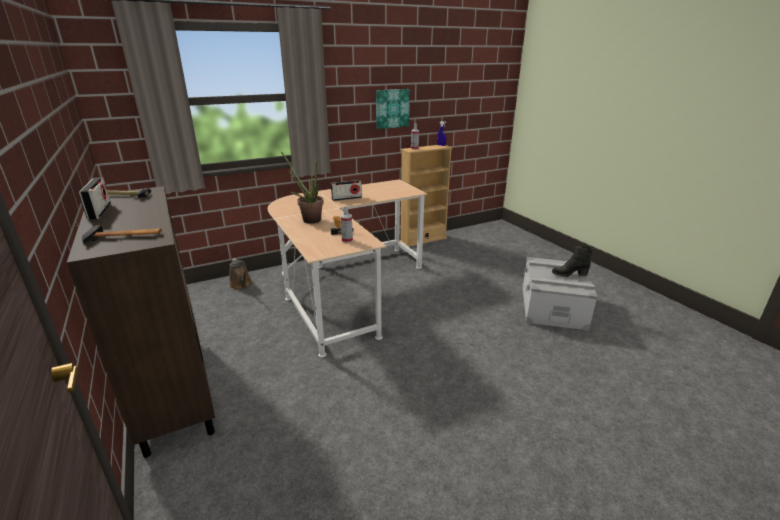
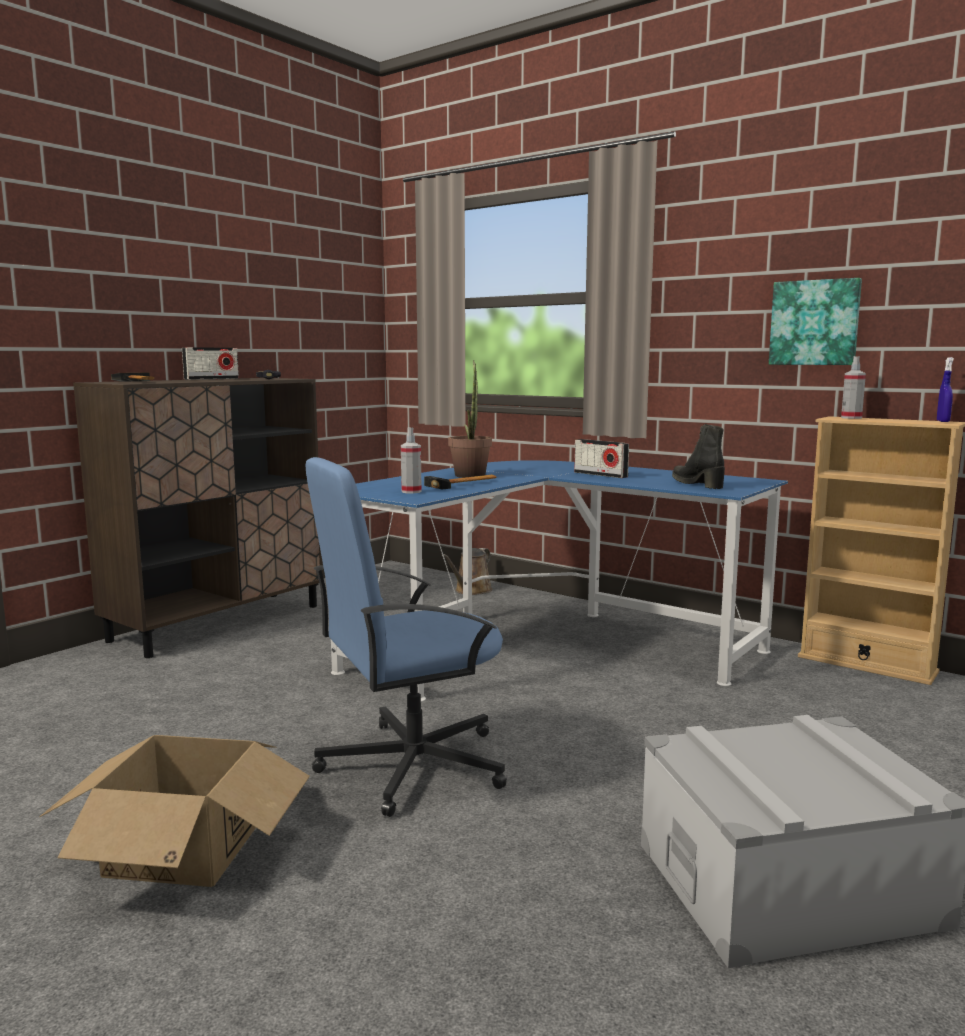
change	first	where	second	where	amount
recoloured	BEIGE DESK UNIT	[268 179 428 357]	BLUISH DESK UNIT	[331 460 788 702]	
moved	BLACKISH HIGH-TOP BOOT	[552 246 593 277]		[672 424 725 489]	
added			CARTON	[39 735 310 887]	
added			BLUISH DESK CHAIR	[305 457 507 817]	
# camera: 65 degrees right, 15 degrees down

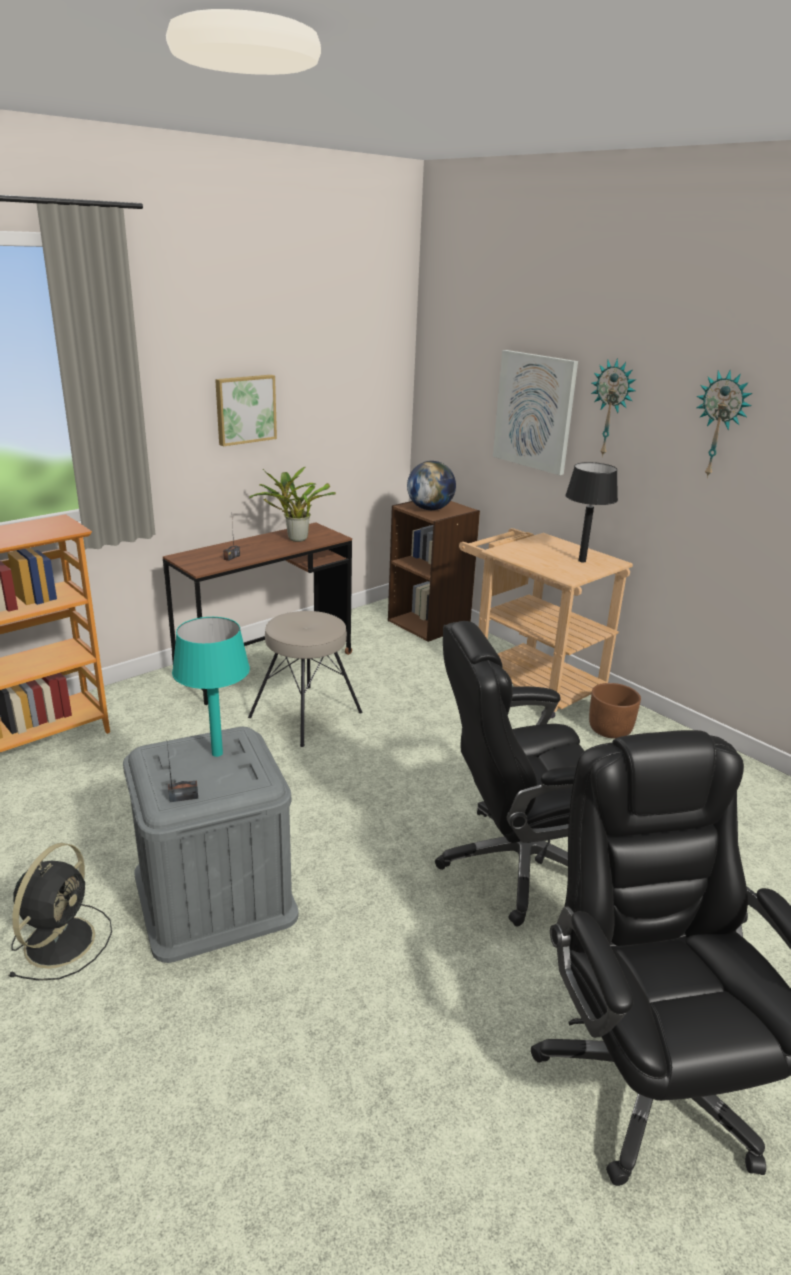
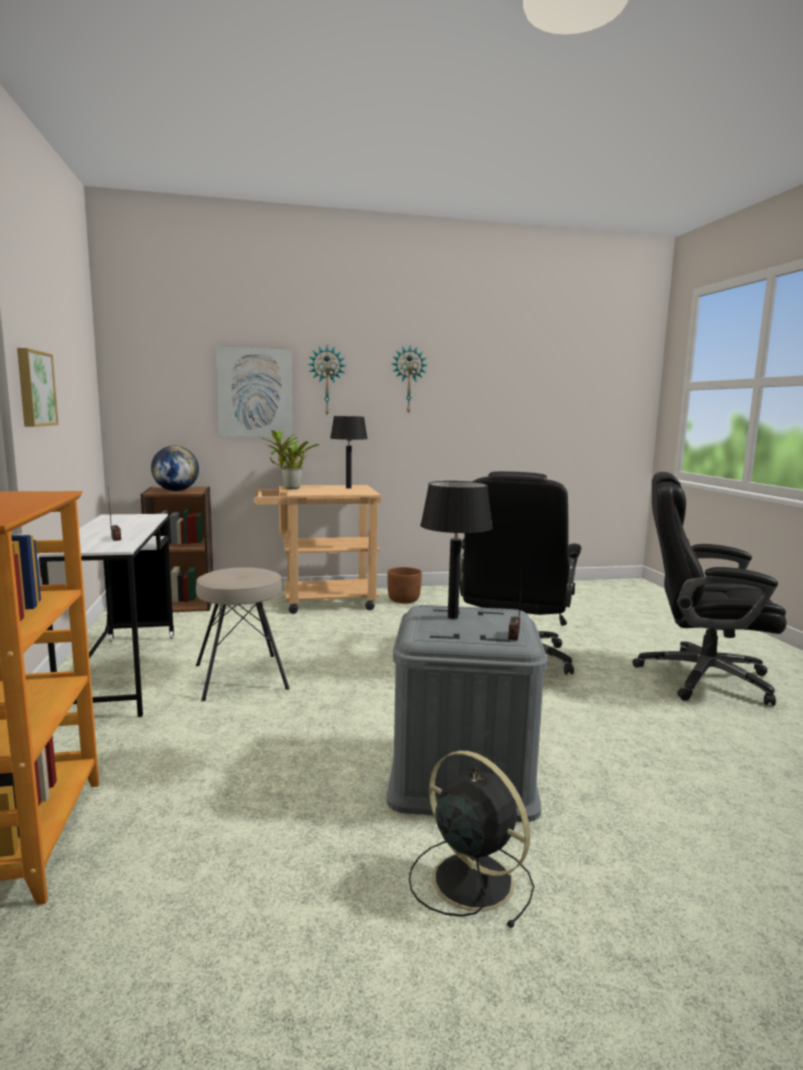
change	first	where	second	where	amount
recoloured	BROWN-COLOURED DESK UNIT	[163 522 352 705]	WHITISH DESK UNIT	[39 514 174 717]	
recoloured	TURQUOISE-COLOURED TABLETOP LAMP	[172 617 250 757]	BLACKISH TABLETOP LAMP	[420 481 493 619]	
moved	POTTED PLANT	[249 467 336 542]		[262 430 319 489]	
# camera: 60 degrees left, 15 degrees down

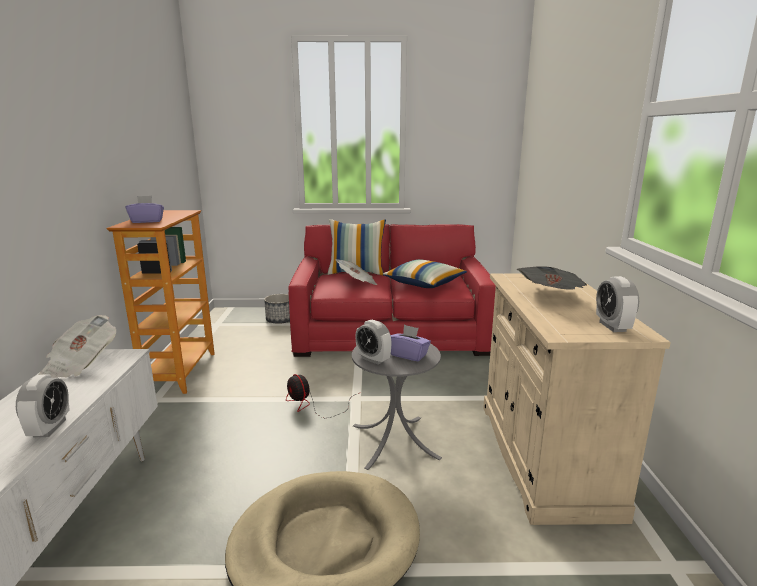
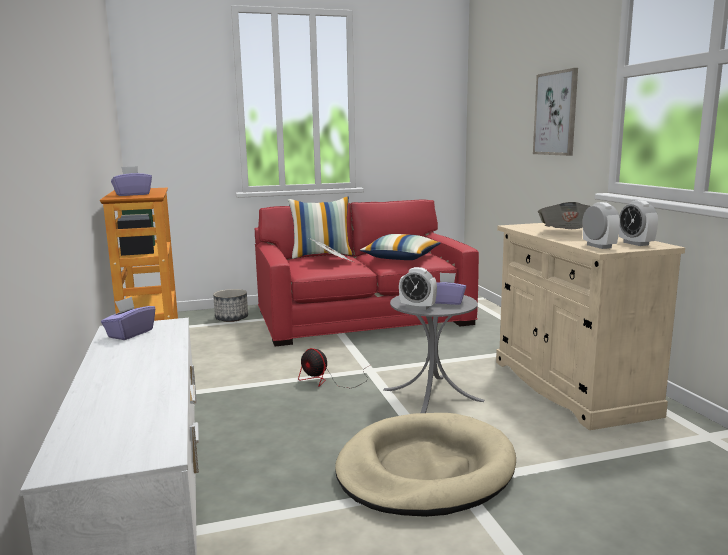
change	first	where	second	where	amount
moved	ALARM CLOCK	[16 374 70 437]		[582 202 620 249]	
replaced	DAILY PAPER	[39 315 116 378]	PURPLE TISSUE HOLDER	[101 297 155 340]	
added			PICTURE	[533 68 578 156]	
# camera: 15 degrees left, 5 degrees down

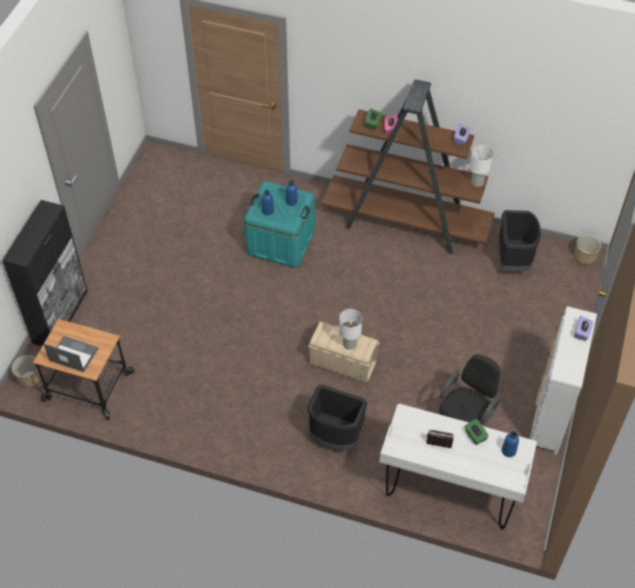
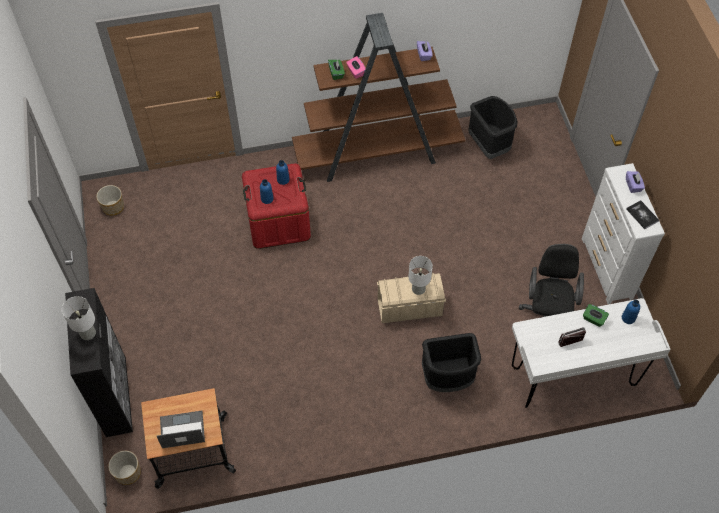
change	first	where	second	where	amount
recoloured	TURQUOISE-COLOURED STORAGE BIN	[244 181 315 268]	REDDISH STORAGE BIN	[242 163 311 249]	
moved	WHITISH TABLETOP LAMP	[469 145 493 187]		[62 296 96 340]	
moved	FLOWER POT	[574 235 601 265]		[96 185 124 216]	
added			BOUND BOOK	[626 200 659 229]	
# camera: 30 degrees left, 5 degrees up

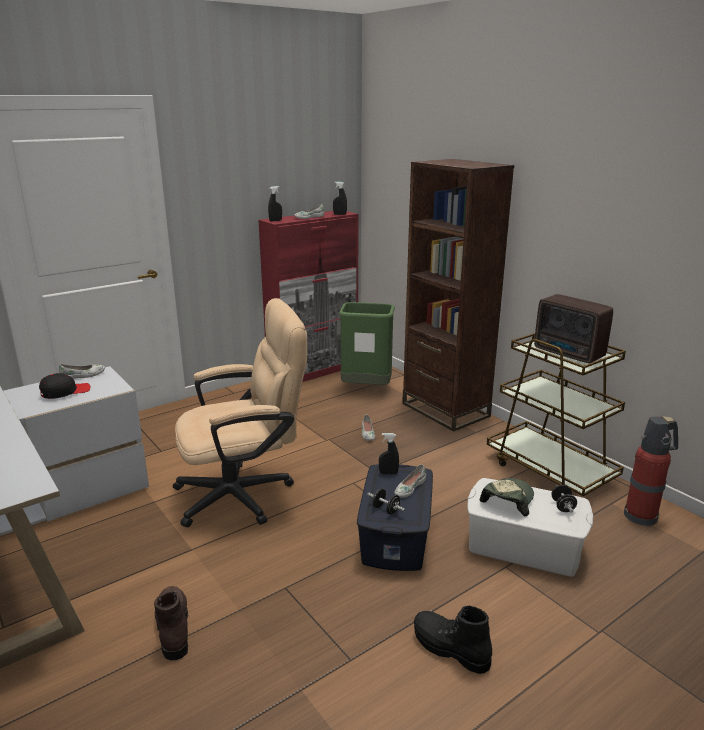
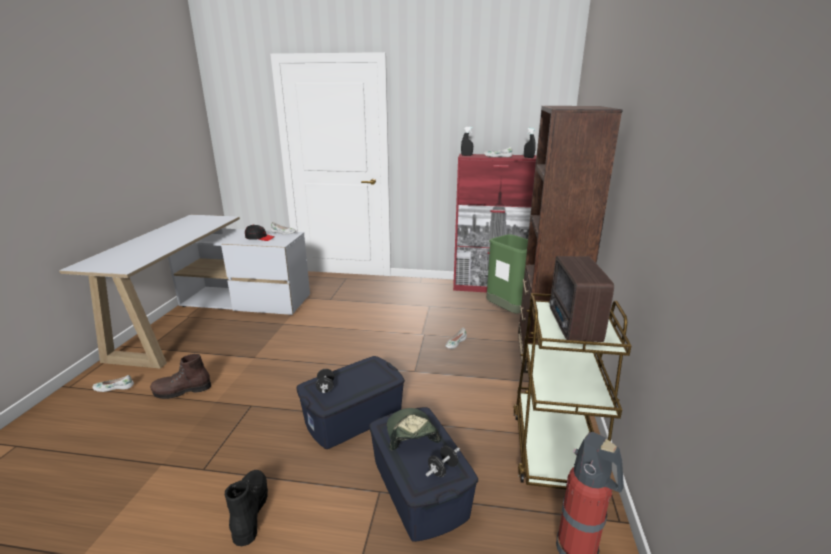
change	first	where	second	where	amount
turned	BROWN-COLOURED HIGH-TOP BOOT	[154 586 189 660]		[150 354 211 399]	135 degrees counterclockwise
removed	BEIGE DESK CHAIR	[173 298 307 527]			
removed	BLACKISH HAND SPRAYER	[379 433 399 474]			
moved	WHITISH SHOE	[395 464 426 498]		[92 375 134 392]	
recoloured	WHITISH STORAGE BIN	[467 478 593 577]	BLUISH STORAGE BIN	[369 407 478 542]	
turned	CAP	[480 478 534 516]		[387 408 441 450]	90 degrees counterclockwise
# camera: 45 degrees right, 0 degrees up

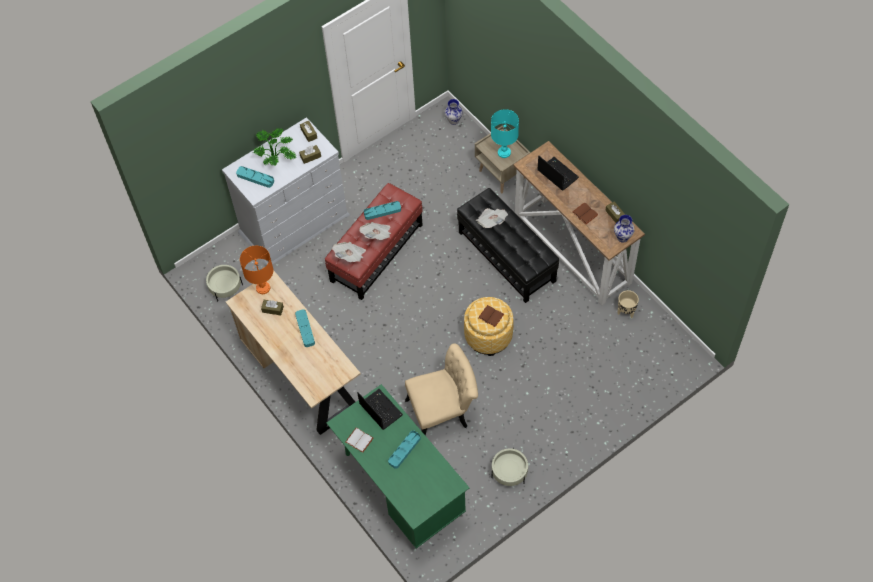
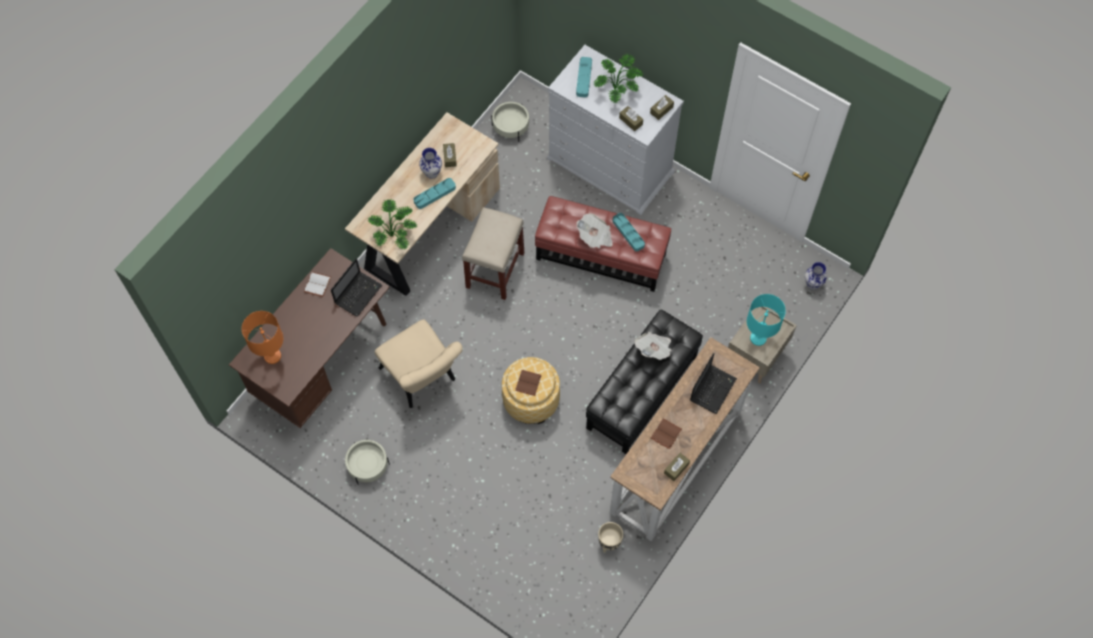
change	first	where	second	where	amount
moved	ORANGE TABLETOP LAMP	[240 246 273 294]		[242 311 283 364]	
recoloured	GREEN-COLOURED DESK UNIT	[326 384 469 549]	BROWN-COLOURED DESK UNIT	[229 248 390 428]	
removed	DAILY PAPER	[332 242 366 262]			
removed	TURQUOISE-COLOURED TRAY	[388 431 421 469]			
moved	FLOWER VASE	[614 215 635 243]		[419 148 442 179]	
added			POTTED PLANT	[368 199 418 250]	
added			BEIGE STOOL	[462 207 524 300]	
# camera: 70 degrees right, 5 degrees up

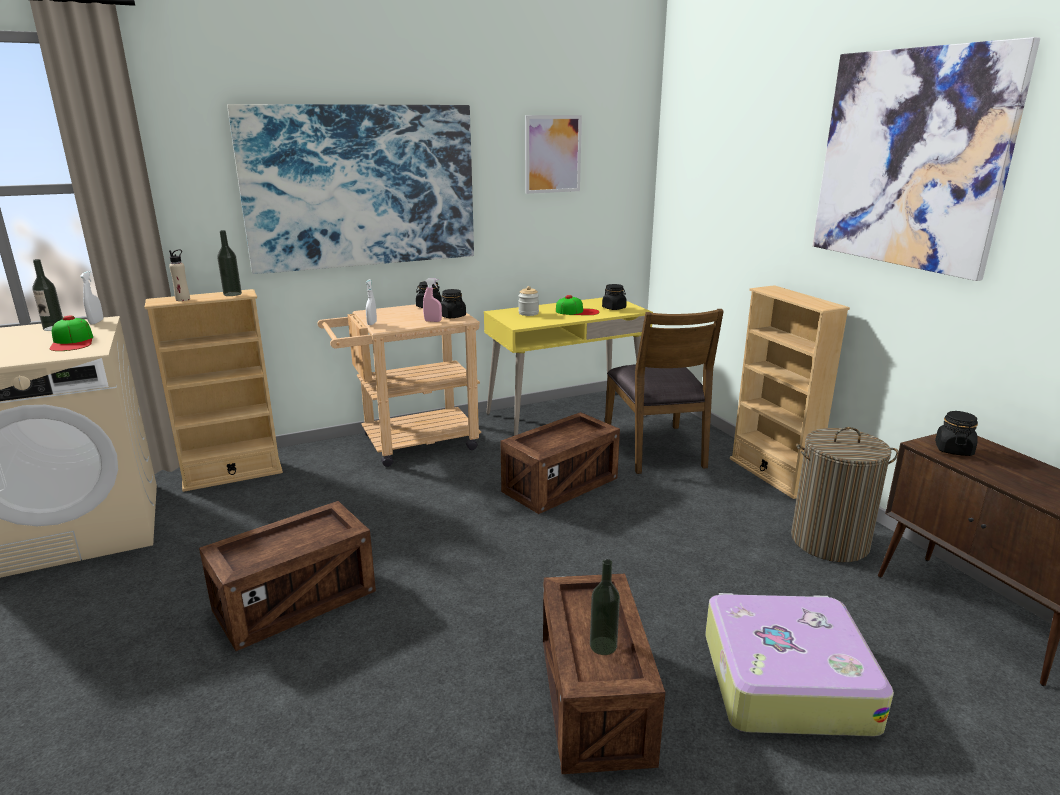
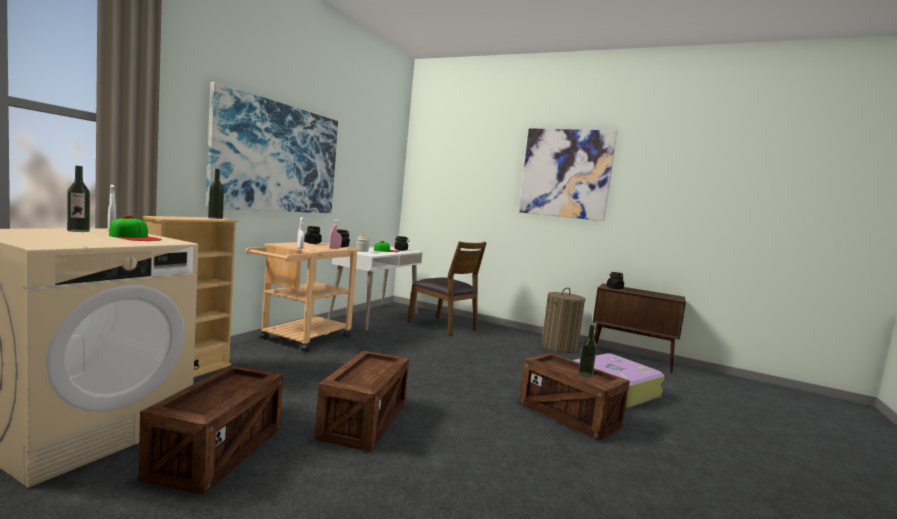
change	first	where	second	where	amount
removed	BEIGE BEVERAGE BOTTLE	[169 249 190 301]			
recoloured	YELLOW-COLOURED DESK UNIT	[484 298 653 436]	WHITISH DESK UNIT	[328 247 423 331]	
moved	SHIPPING CRATE	[501 412 620 514]		[139 365 284 495]	
removed	PICTURE	[525 115 582 194]			
removed	BEIGE BOOKSHELF	[730 285 850 499]			
# camera: 40 degrees left, 15 degrees down

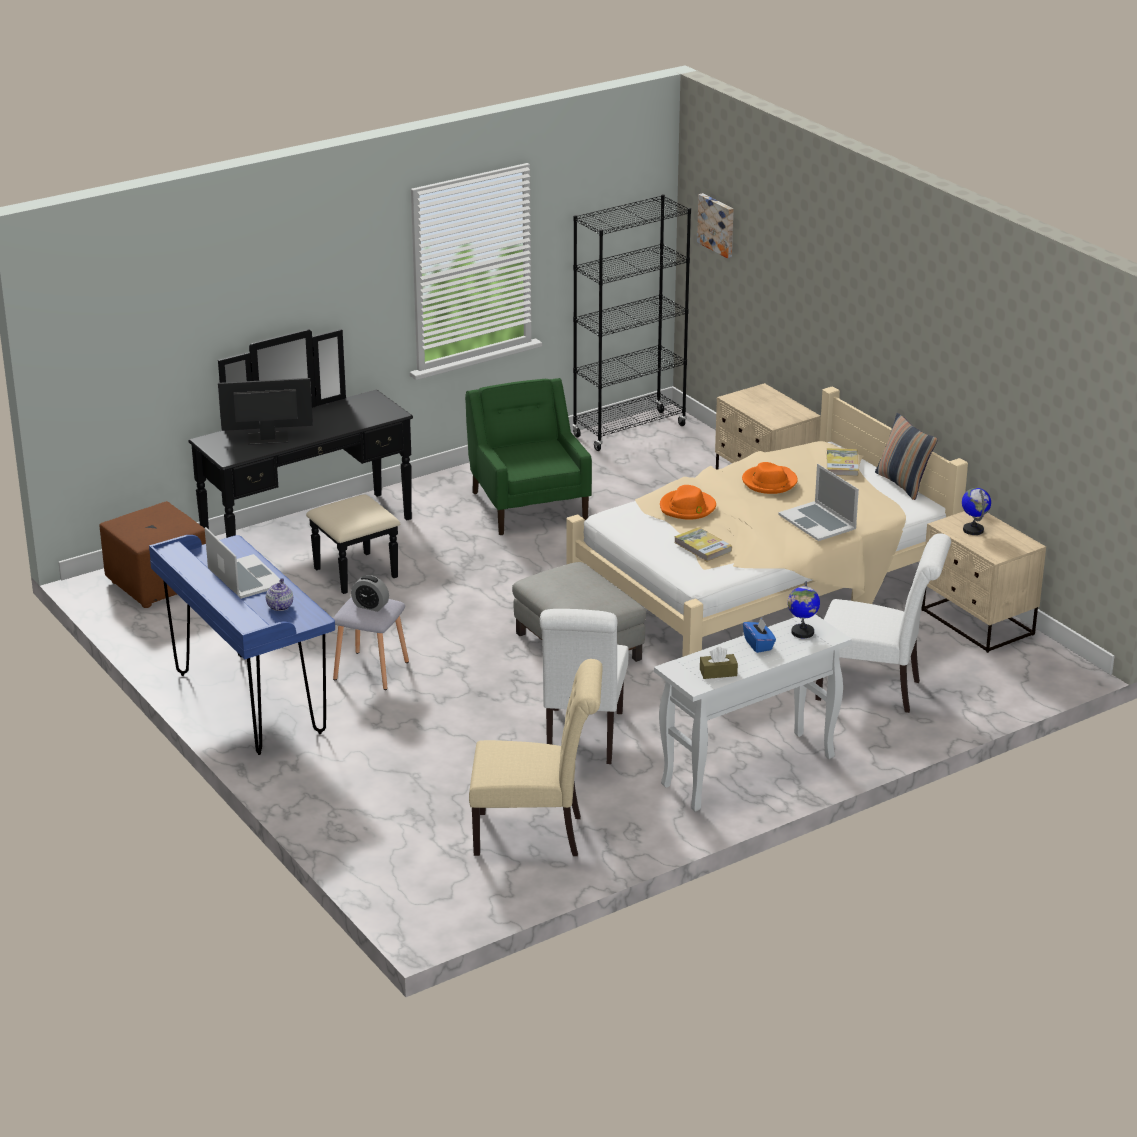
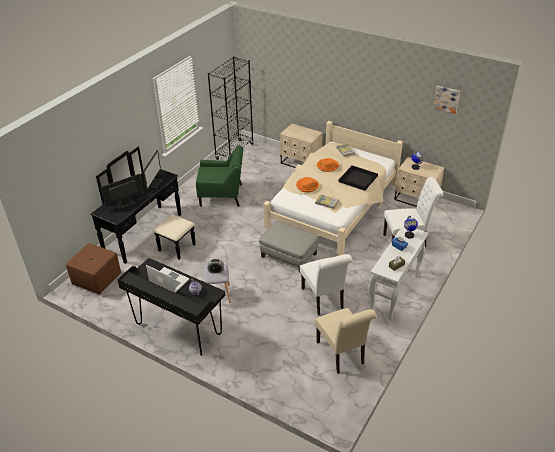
change	first	where	second	where	amount
recoloured	BLUISH DESK UNIT	[149 535 335 755]	BLACKISH DESK UNIT	[117 258 225 356]	
turned	GREEN-COLOURED LOUNGE CHAIR	[465 378 592 535]		[196 146 243 207]	135 degrees clockwise
turned	BEIGE PLAIN CHAIR	[469 659 603 856]		[315 308 377 374]	90 degrees clockwise
moved	PICTURE	[697 193 734 258]		[433 86 460 114]	
replaced	NOTEBOOK COMPUTER	[778 464 859 541]	BLACKISH TRAY	[338 166 378 191]	
removed	PILLOW	[875 413 938 500]			
added			MONITOR	[143 150 162 191]	
# camera: 25 degrees left, 10 degrees up

